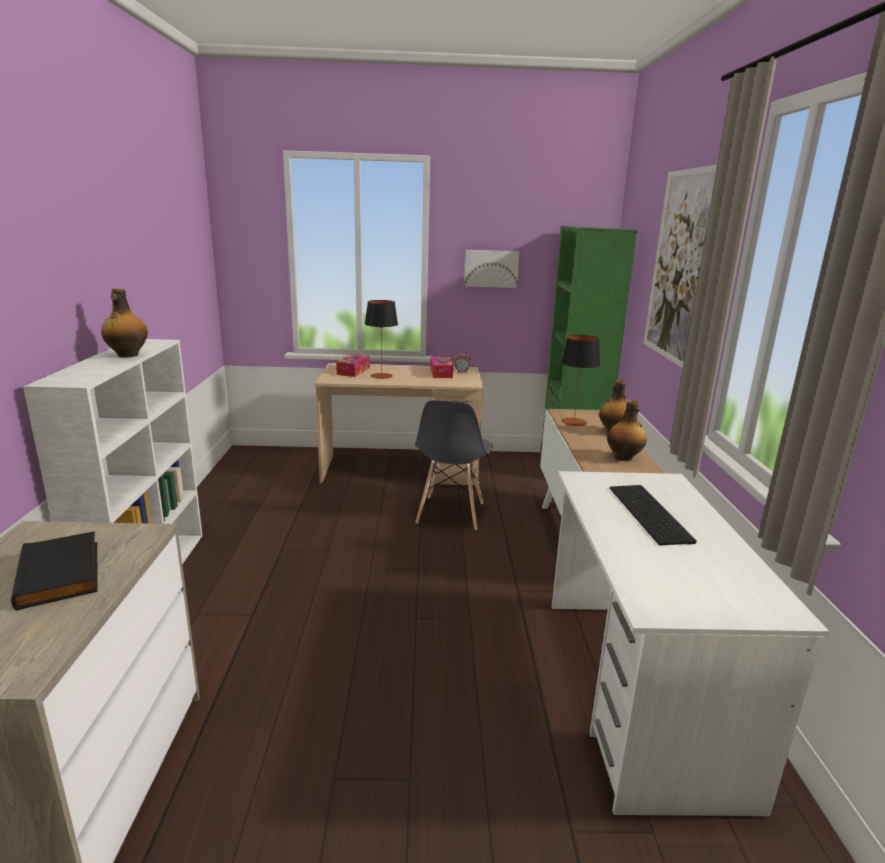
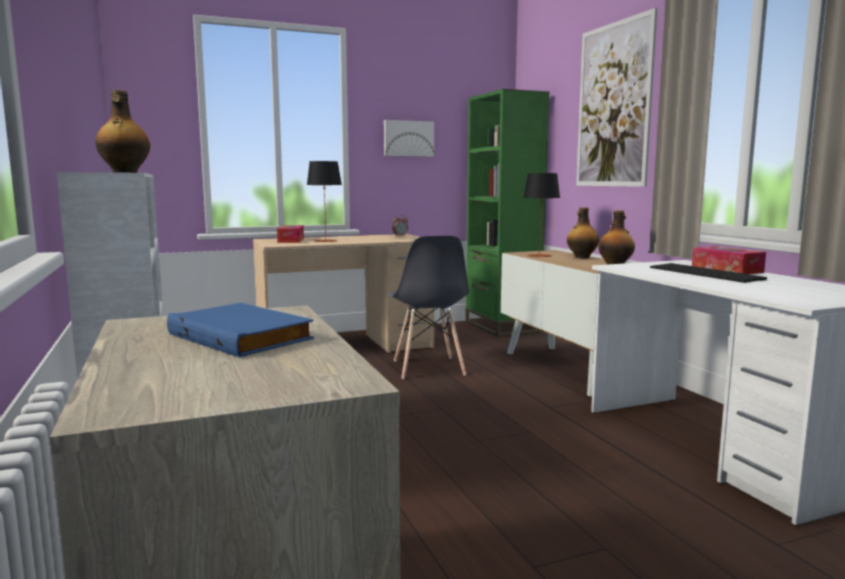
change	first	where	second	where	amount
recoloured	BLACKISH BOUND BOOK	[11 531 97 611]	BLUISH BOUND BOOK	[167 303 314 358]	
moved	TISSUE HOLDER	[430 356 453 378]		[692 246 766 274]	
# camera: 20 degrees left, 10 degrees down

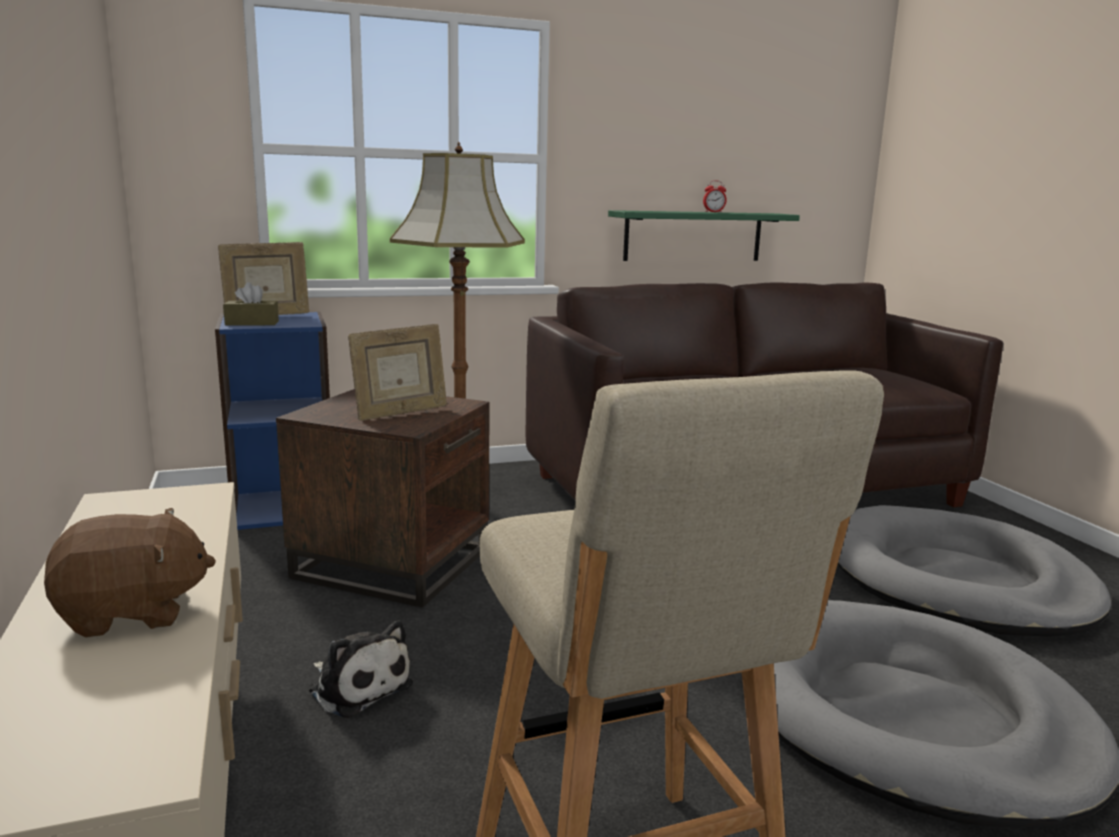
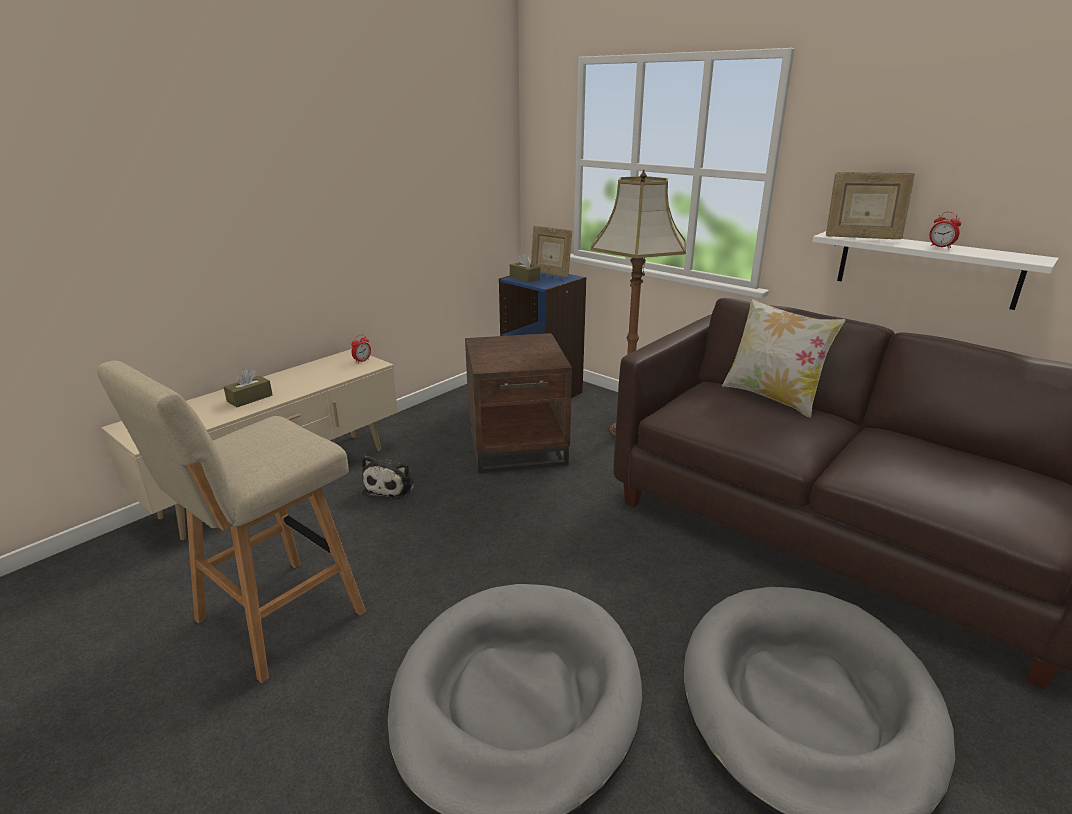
change	first	where	second	where	amount
replaced	BROWN-COLOURED CUDDLY TOY	[44 508 216 638]	BROWN-COLOURED TISSUE HOLDER	[224 369 273 407]	
moved	PHOTO FRAME	[348 324 447 421]		[826 172 915 240]	
recoloured	GREEN-COLOURED WALL SHELF	[608 210 800 261]	WHITISH WALL SHELF	[812 231 1059 310]	
added			ALARM CLOCK	[351 334 371 363]	
added			PILLOW	[722 298 845 418]	
# camera: 60 degrees right, 10 degrees up

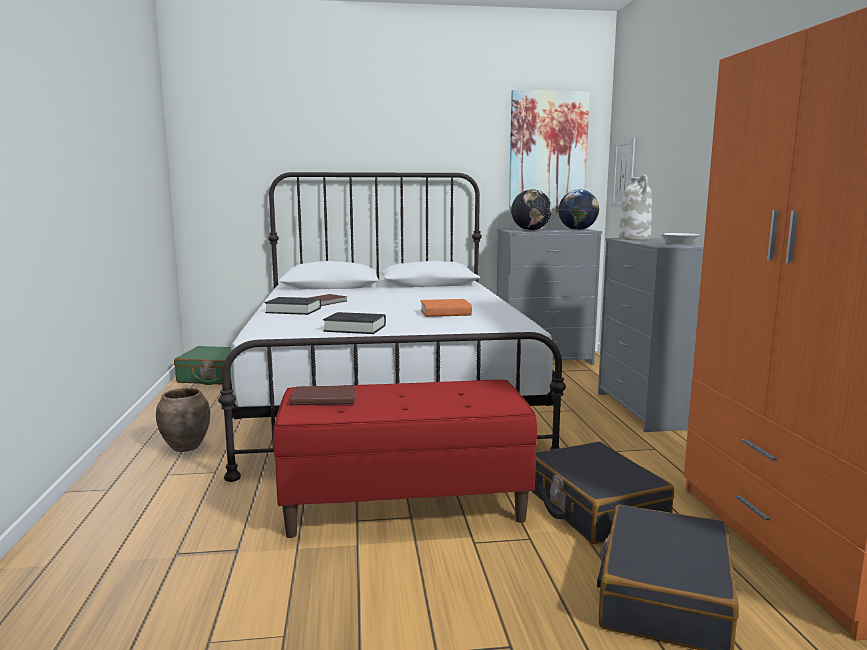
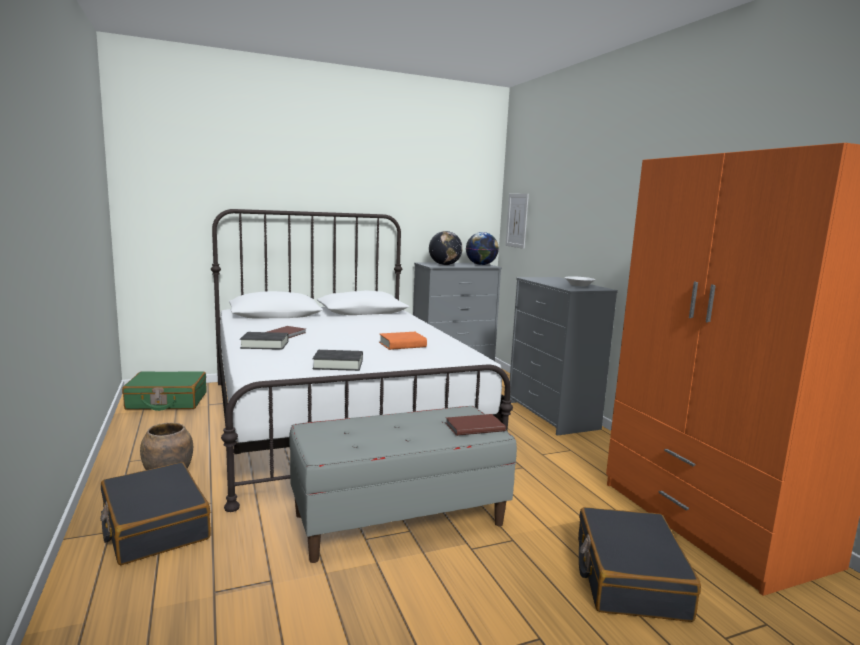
change	first	where	second	where	amount
recoloured	REDDISH INDOOR BENCH	[273 380 537 538]	GRAY INDOOR BENCH	[289 406 517 563]	
moved	BROWN-COLOURED BOUND BOOK	[290 385 356 405]		[446 414 506 436]	
removed	PICTURE	[509 90 590 213]			
moved	BLACKISH PIECE OF LUGGAGE	[532 442 674 544]		[100 462 211 565]	
removed	WHITISH FLOWER VASE	[619 174 652 240]			
# camera: 15 degrees left, 0 degrees up

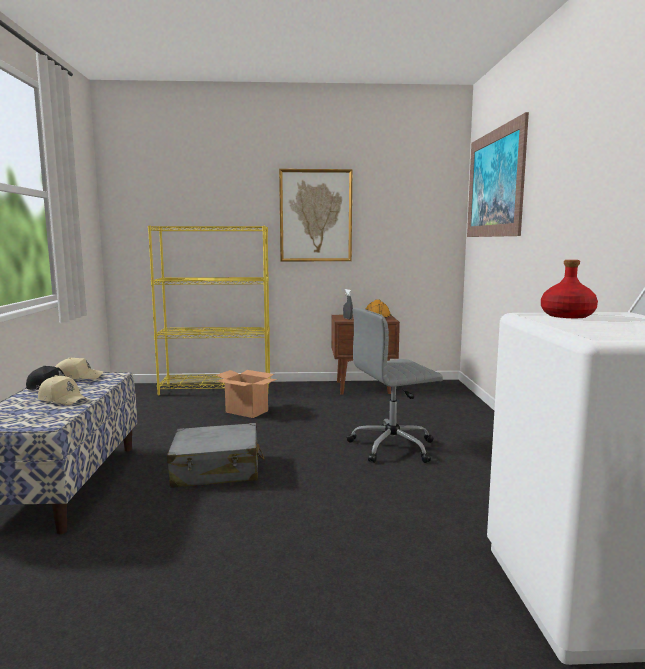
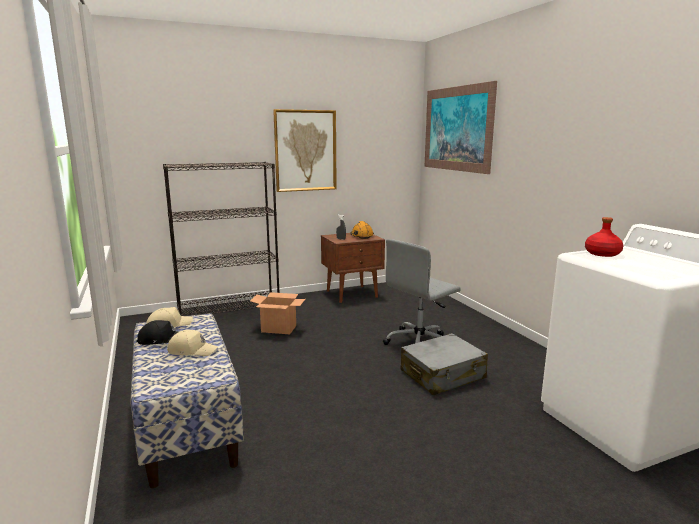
change	first	where	second	where	amount
recoloured	YELLOW-COLOURED BOOKSHELF	[148 225 271 395]	BLACKISH BOOKSHELF	[163 162 279 316]	
moved	GRAY PIECE OF LUGGAGE	[167 423 264 488]		[401 333 488 395]	
# camera: 20 degrees left, 5 degrees up

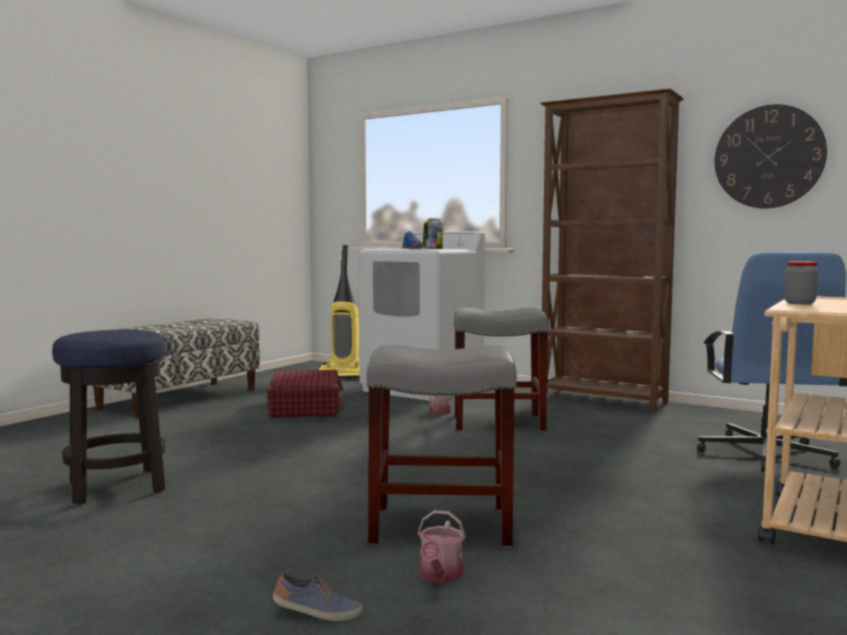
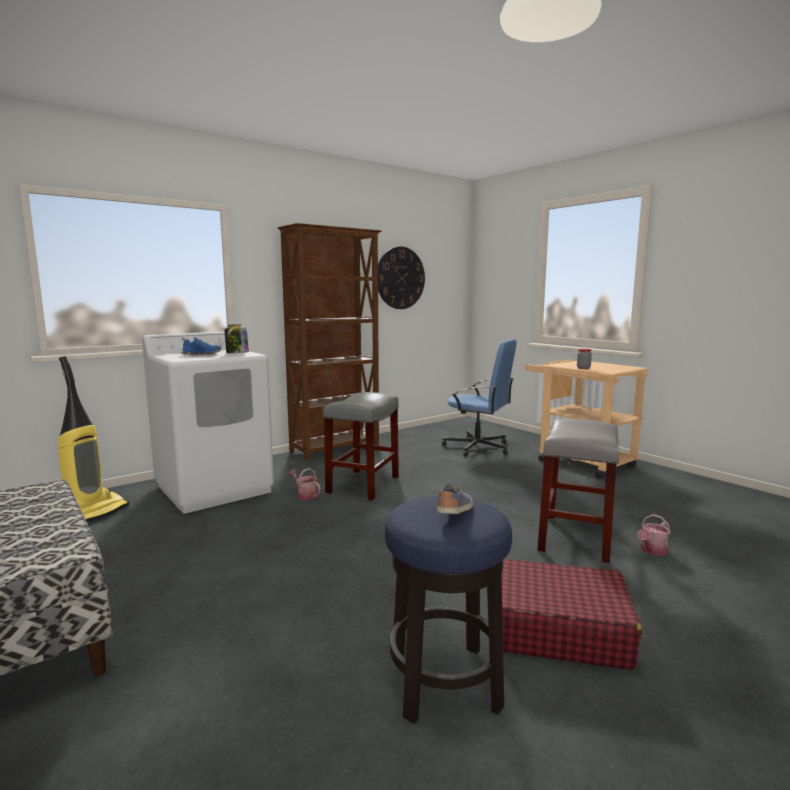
change	first	where	second	where	amount
moved	REDDISH PIECE OF LUGGAGE	[267 370 343 418]		[502 559 642 670]	
moved	SHOE	[273 573 363 621]		[437 484 473 514]	
turned	SPRINKLING CAN	[417 510 466 583]		[638 514 671 556]	105 degrees clockwise
# camera: 70 degrees left, 5 degrees up

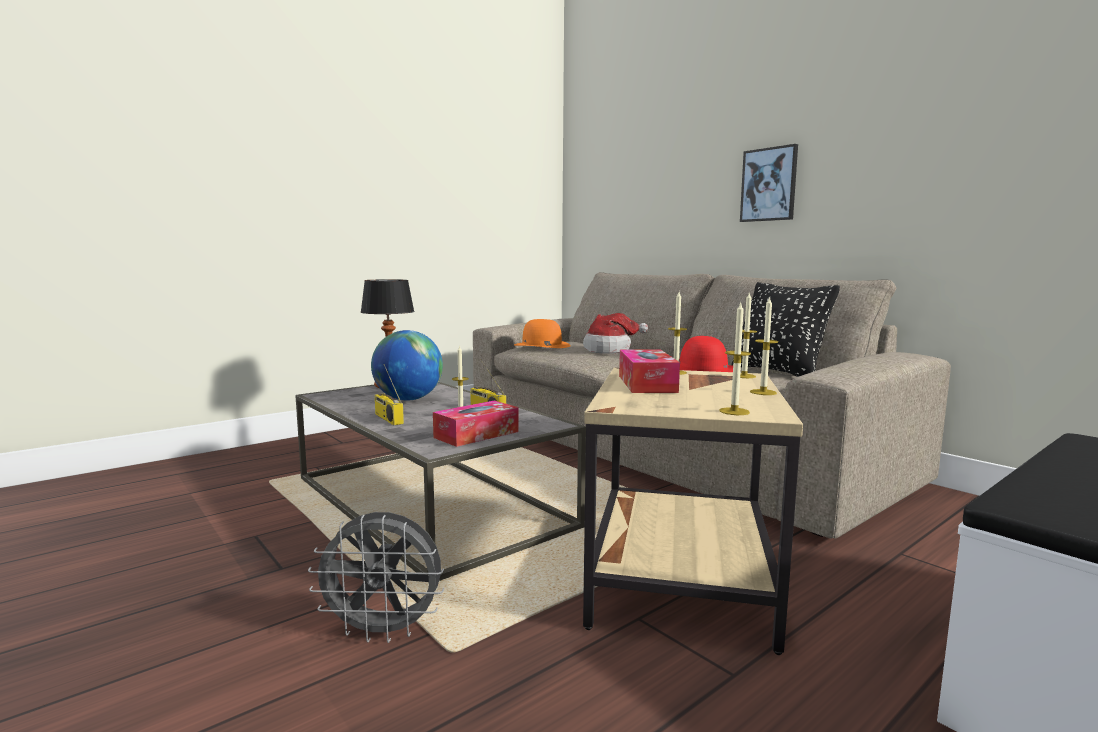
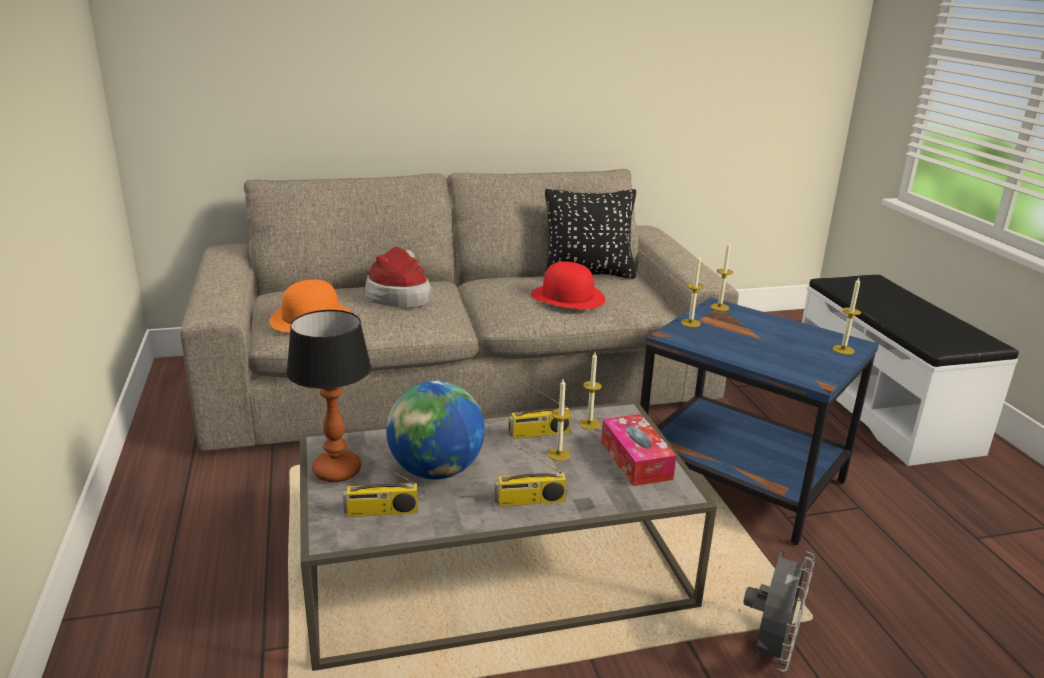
change	first	where	second	where	amount
recoloured	BEIGE END TABLE	[583 368 803 655]	BLUISH END TABLE	[640 297 879 545]	
removed	TISSUE HOLDER	[619 350 680 393]			
removed	PICTURE	[740 144 798 222]			
moved	WAX LIGHT	[750 296 778 395]		[579 353 602 430]	
added			RADIO SET	[343 451 418 517]	
# camera: 65 degrees left, 15 degrees up

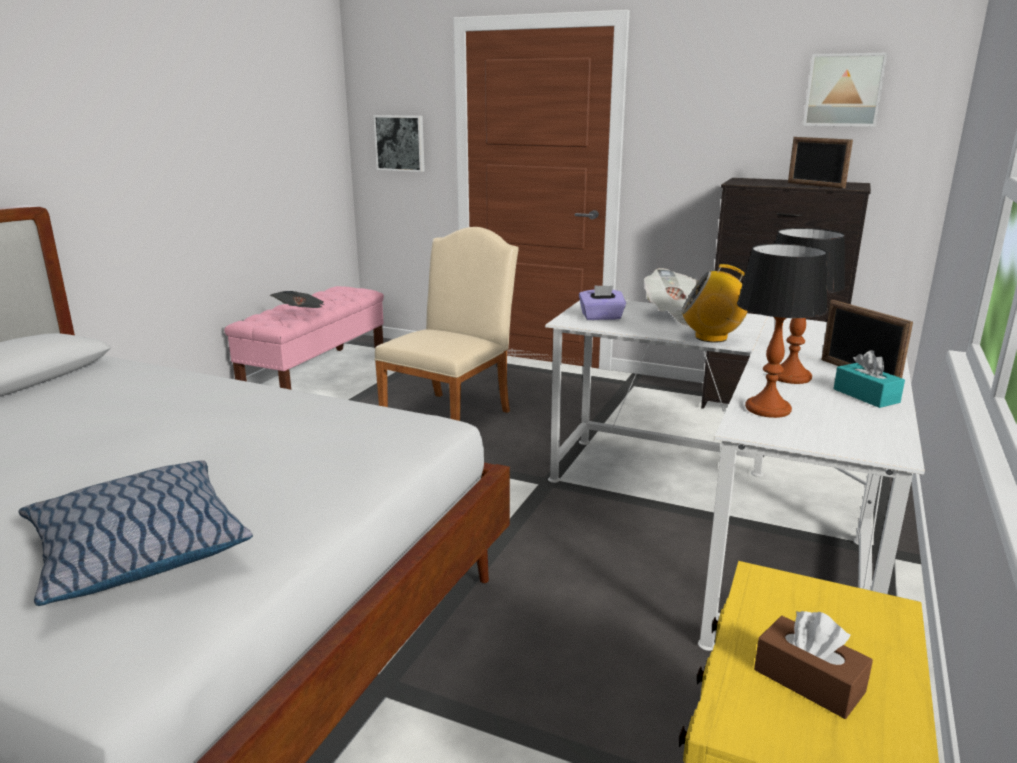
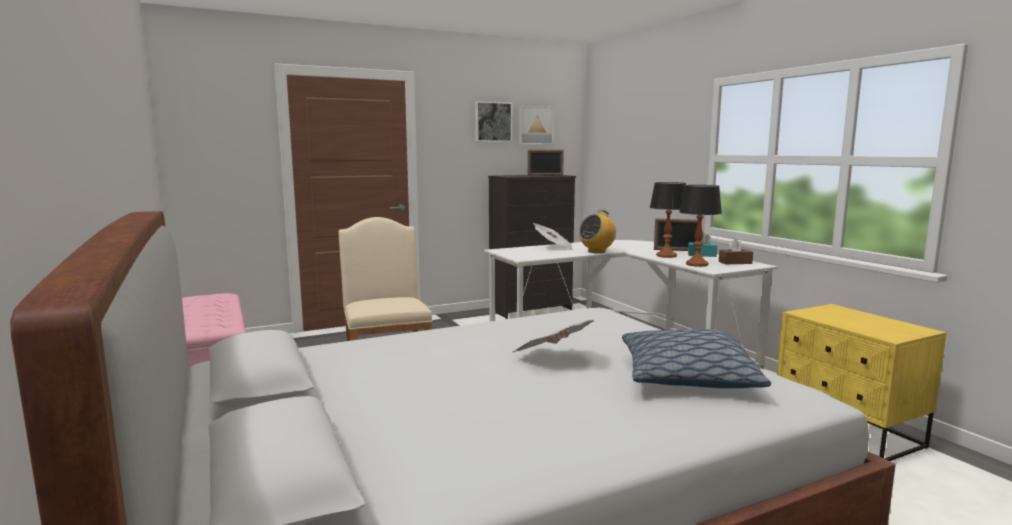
change	first	where	second	where	amount
moved	DAILY PAPER	[270 291 325 308]		[513 320 594 352]	
moved	PICTURE	[373 115 425 172]		[475 101 512 142]	
removed	PURPLE TISSUE HOLDER	[579 285 626 320]			
moved	BROWN-COLOURED TISSUE HOLDER	[754 611 873 719]		[719 239 753 264]	
# camera: 50 degrees left, 10 degrees down

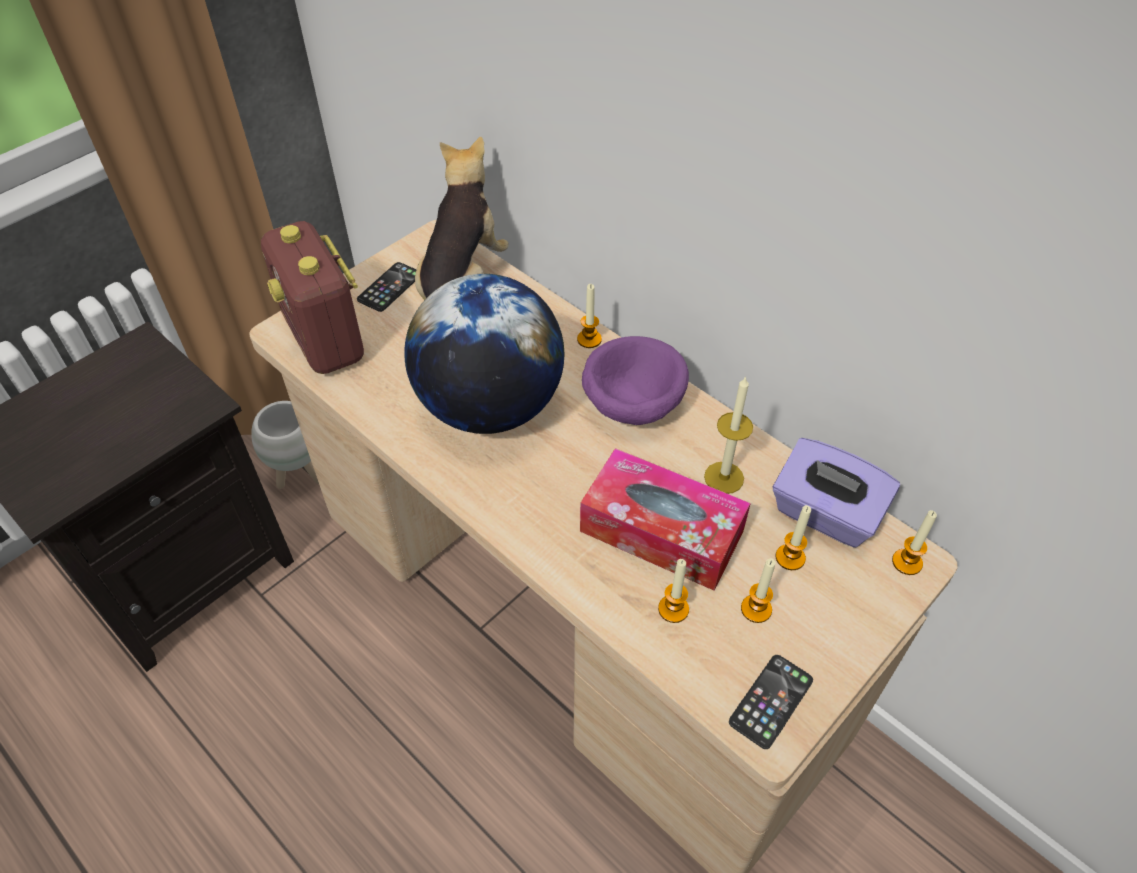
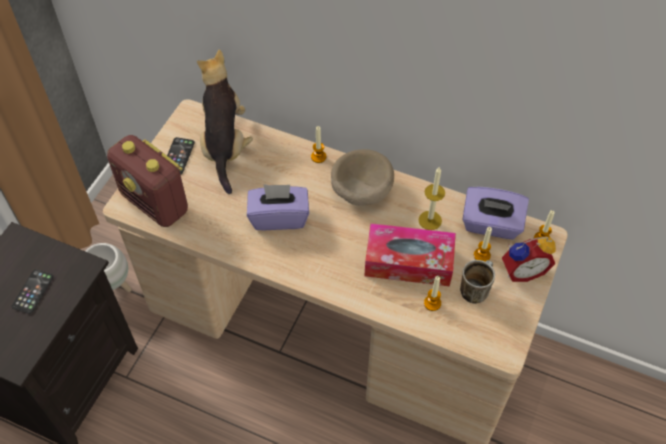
change	first	where	second	where	amount
replaced	WORLD GLOBE	[404 274 564 434]	PURPLE TISSUE HOLDER	[247 184 309 230]	
recoloured	PURPLE SERVING BOWL	[582 336 689 425]	BEIGE SERVING BOWL	[331 149 394 206]	
moved	HANDSET	[729 655 813 749]		[12 269 54 314]	
replaced	WAX LIGHT	[741 558 776 623]	COFFEE MUG	[460 260 495 304]	
added			ALARM CLOCK	[502 236 556 282]	
# camera: 20 degrees left, 5 degrees up

